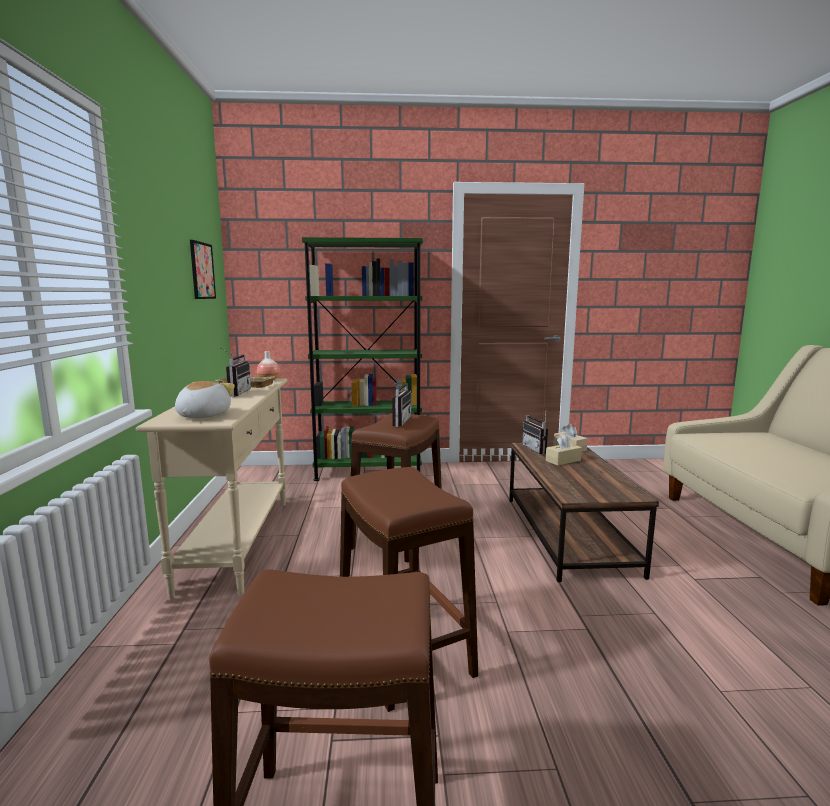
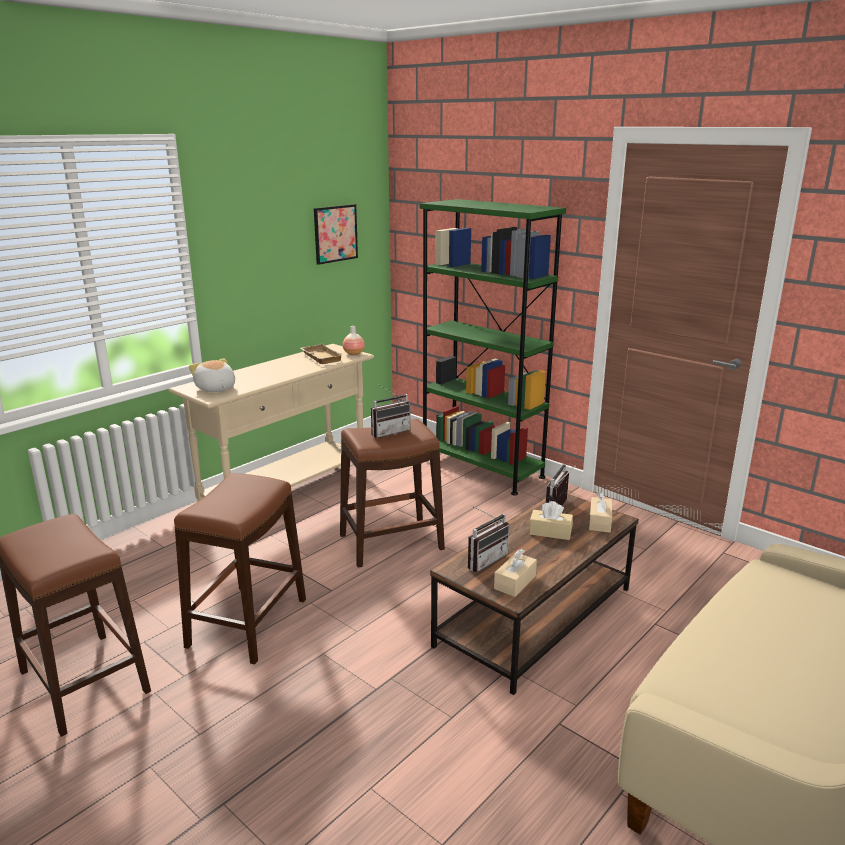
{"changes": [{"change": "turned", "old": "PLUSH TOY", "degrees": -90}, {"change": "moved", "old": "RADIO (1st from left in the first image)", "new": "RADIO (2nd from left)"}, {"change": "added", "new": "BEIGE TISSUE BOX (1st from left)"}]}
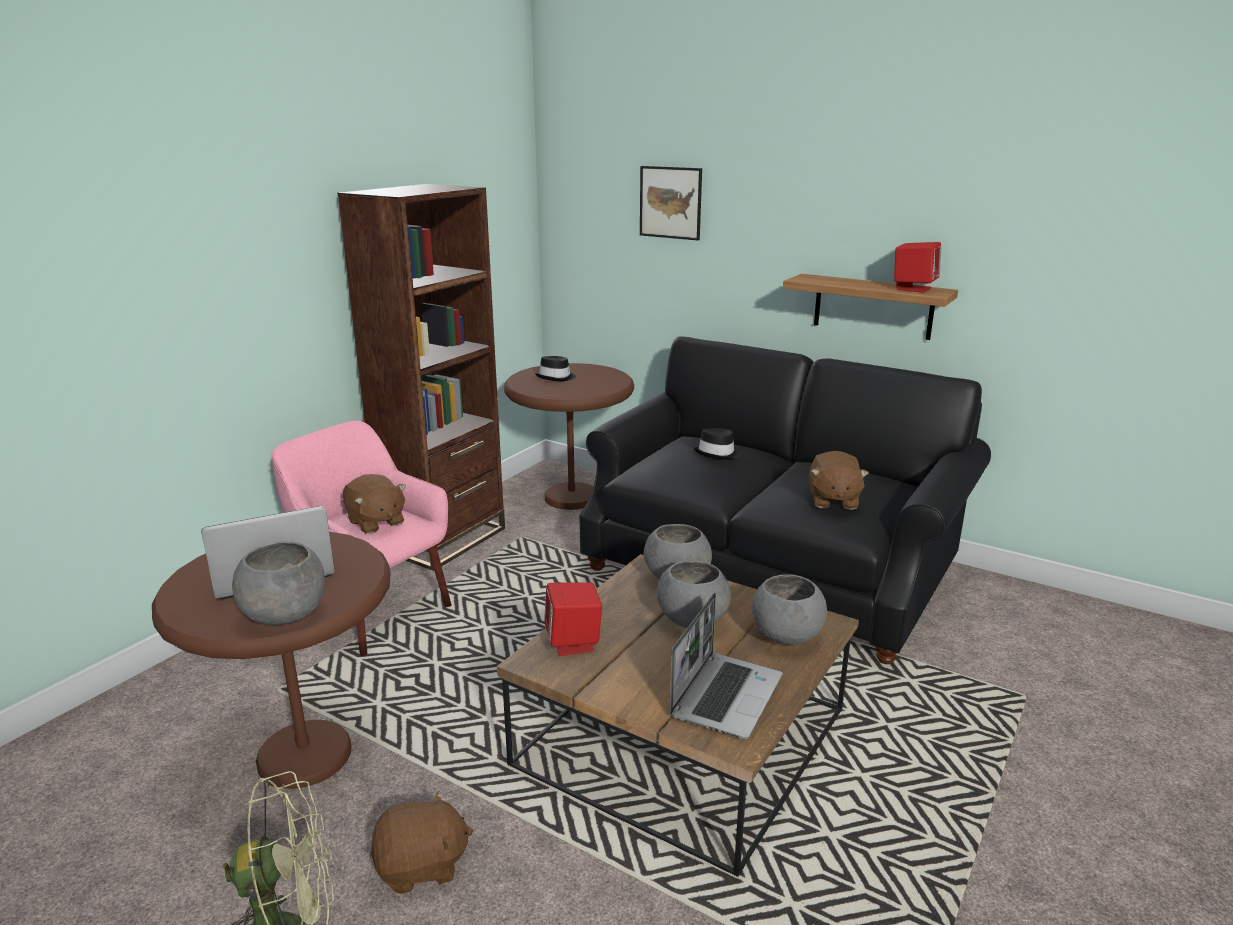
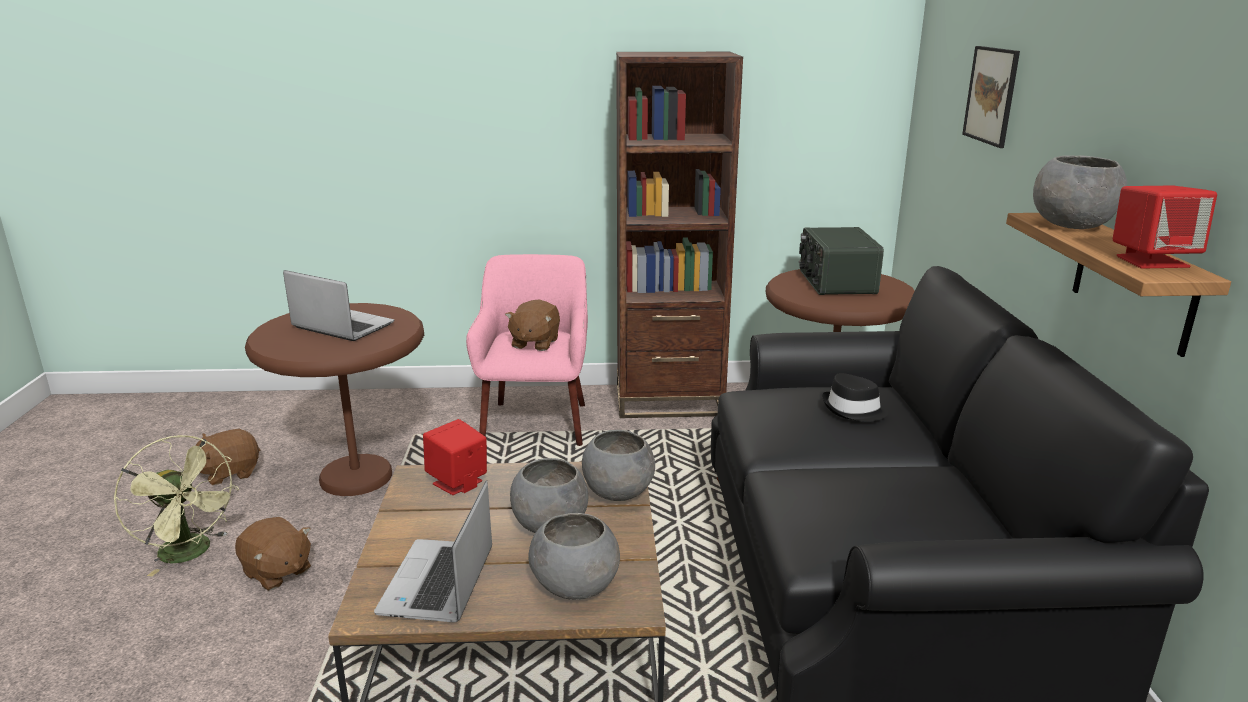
{"changes": [{"change": "moved", "old": "BROWN PLUSH TOY (3rd from left in the first image)", "new": "BROWN PLUSH TOY (1st from left)"}, {"change": "turned", "old": "LAPTOP (2nd from left)", "degrees": 105}, {"change": "replaced", "old": "BLACK HAT (1st from left)", "new": "RADIO"}, {"change": "moved", "old": "GREY BOWL (1st from left in the first image)", "new": "GREY BOWL (4th from left)"}]}
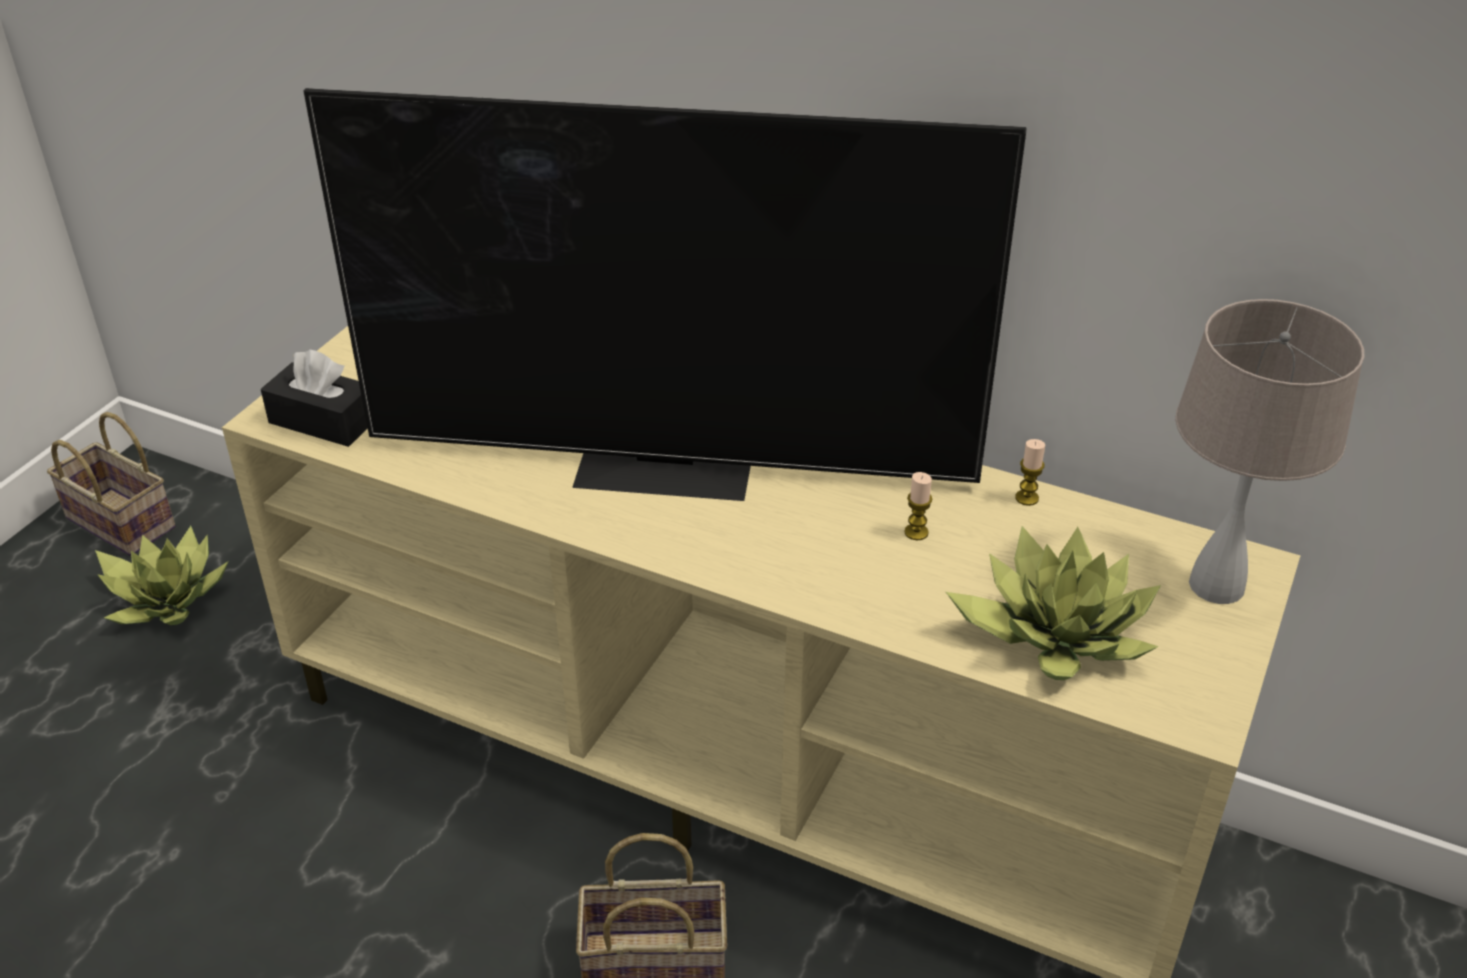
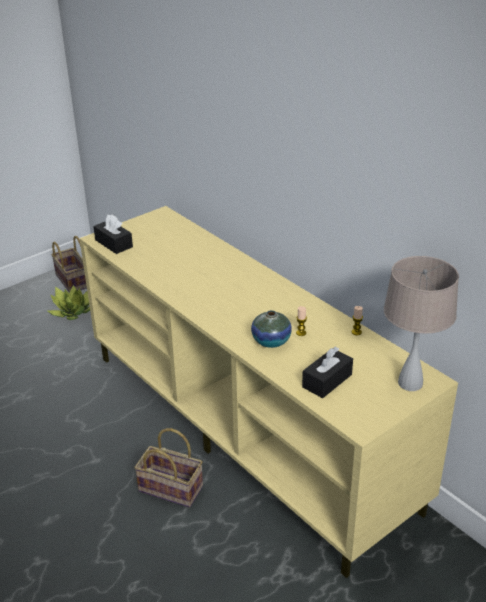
{"changes": [{"change": "added", "new": "VASE"}, {"change": "replaced", "old": "POTTED PLANT (2nd from left)", "new": "BLACK TISSUE BOX (2nd from left)"}, {"change": "removed", "old": "TELEVISION"}]}
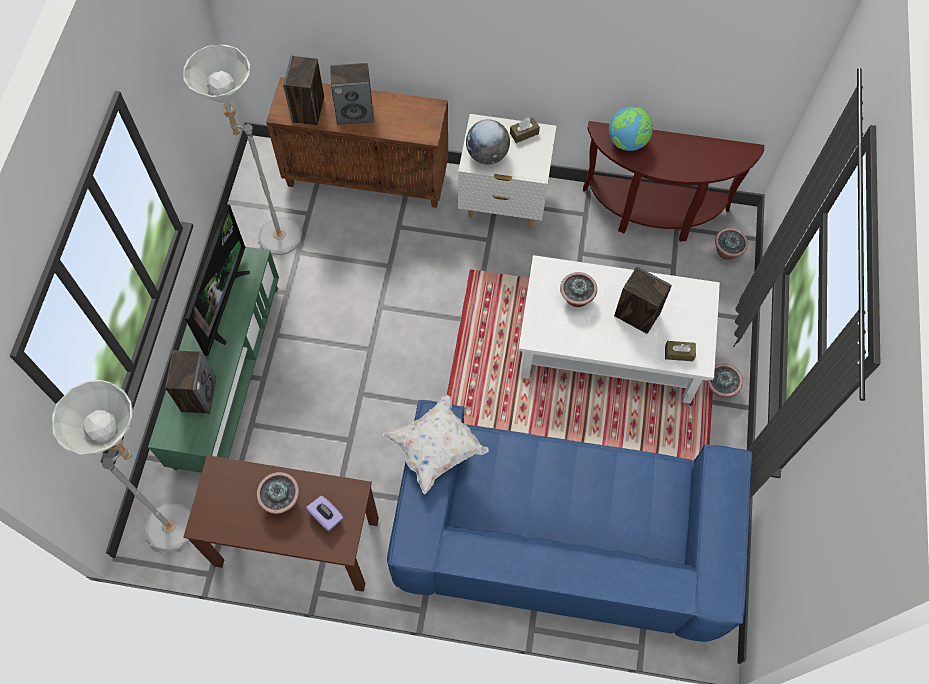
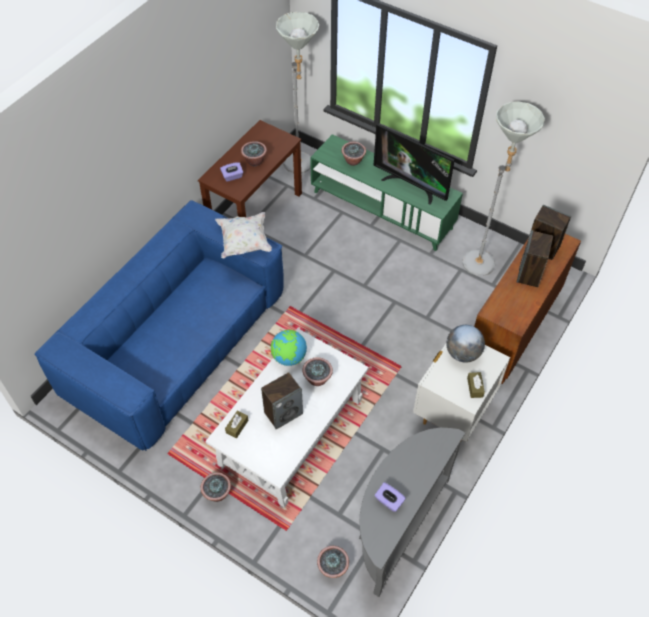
{"changes": [{"change": "moved", "old": "GLOBE (2nd from left in the first image)", "new": "GLOBE (1st from left)"}, {"change": "replaced", "old": "SPEAKER (1st from left)", "new": "POTTED PLANT (5th from left)"}, {"change": "recoloured", "old": "BROWN CONSOLE TABLE", "new": "GREY CONSOLE TABLE"}, {"change": "added", "new": "PURPLE TISSUE BOX (2nd from left)"}]}
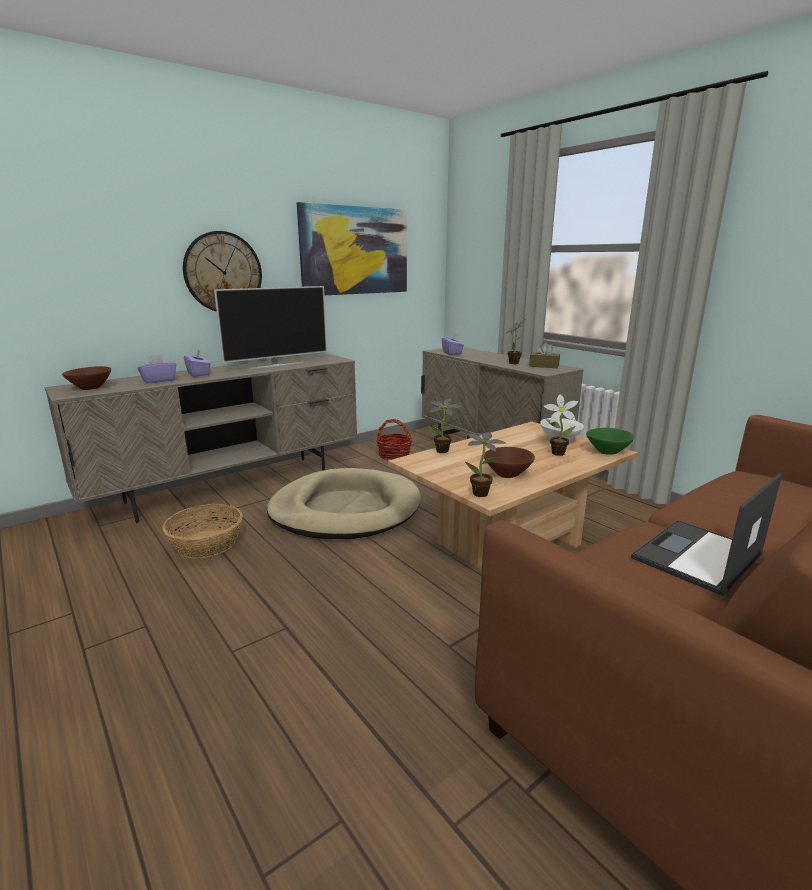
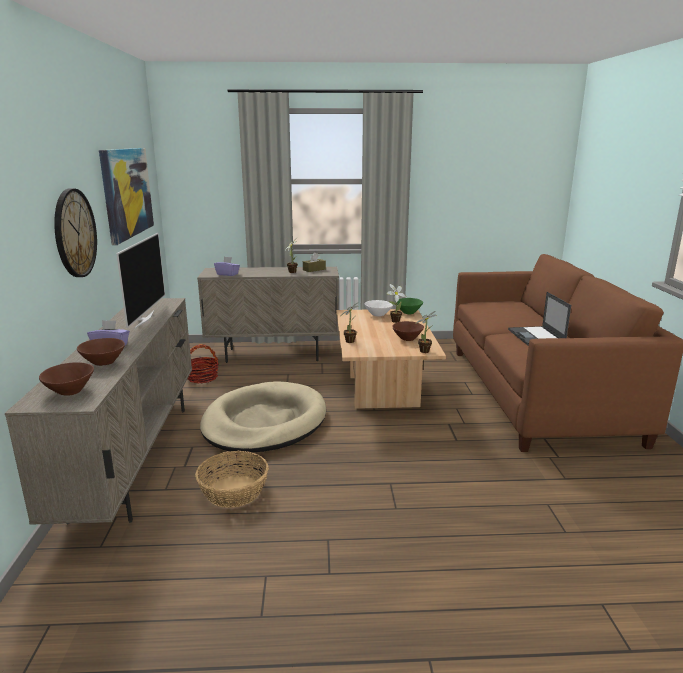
{"changes": [{"change": "replaced", "old": "PURPLE TISSUE BOX (1st from left)", "new": "BROWN BOWL (2nd from left)"}]}
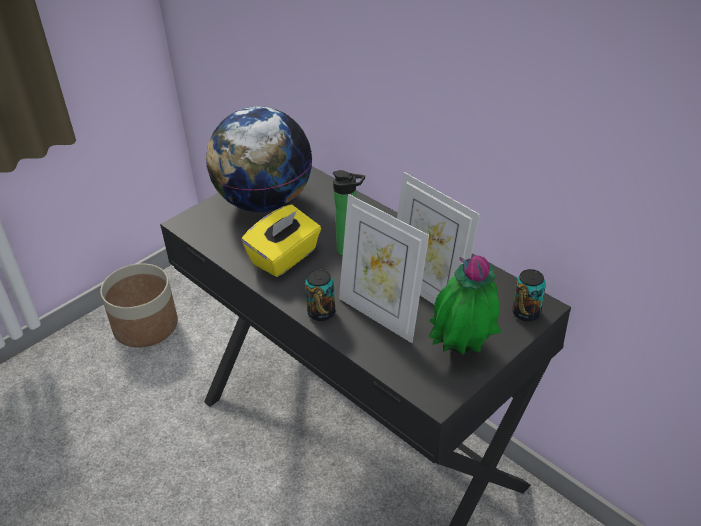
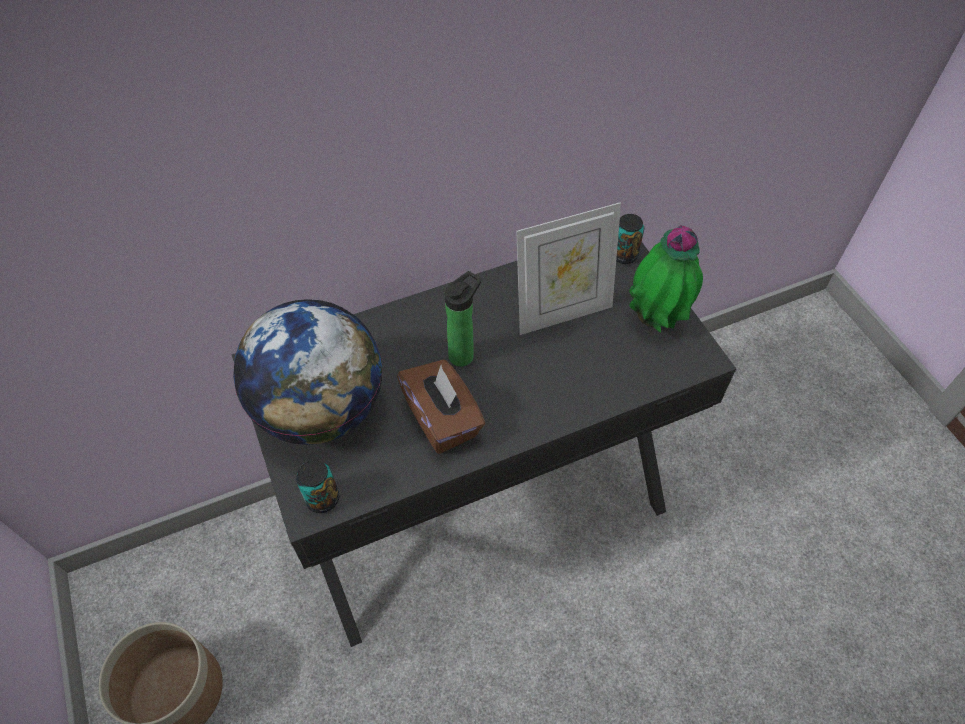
{"changes": [{"change": "moved", "old": "CAN (1st from left)"}, {"change": "recoloured", "old": "YELLOW TISSUE BOX", "new": "BROWN TISSUE BOX"}, {"change": "removed", "old": "PICTURE FRAME (1st from left)"}]}
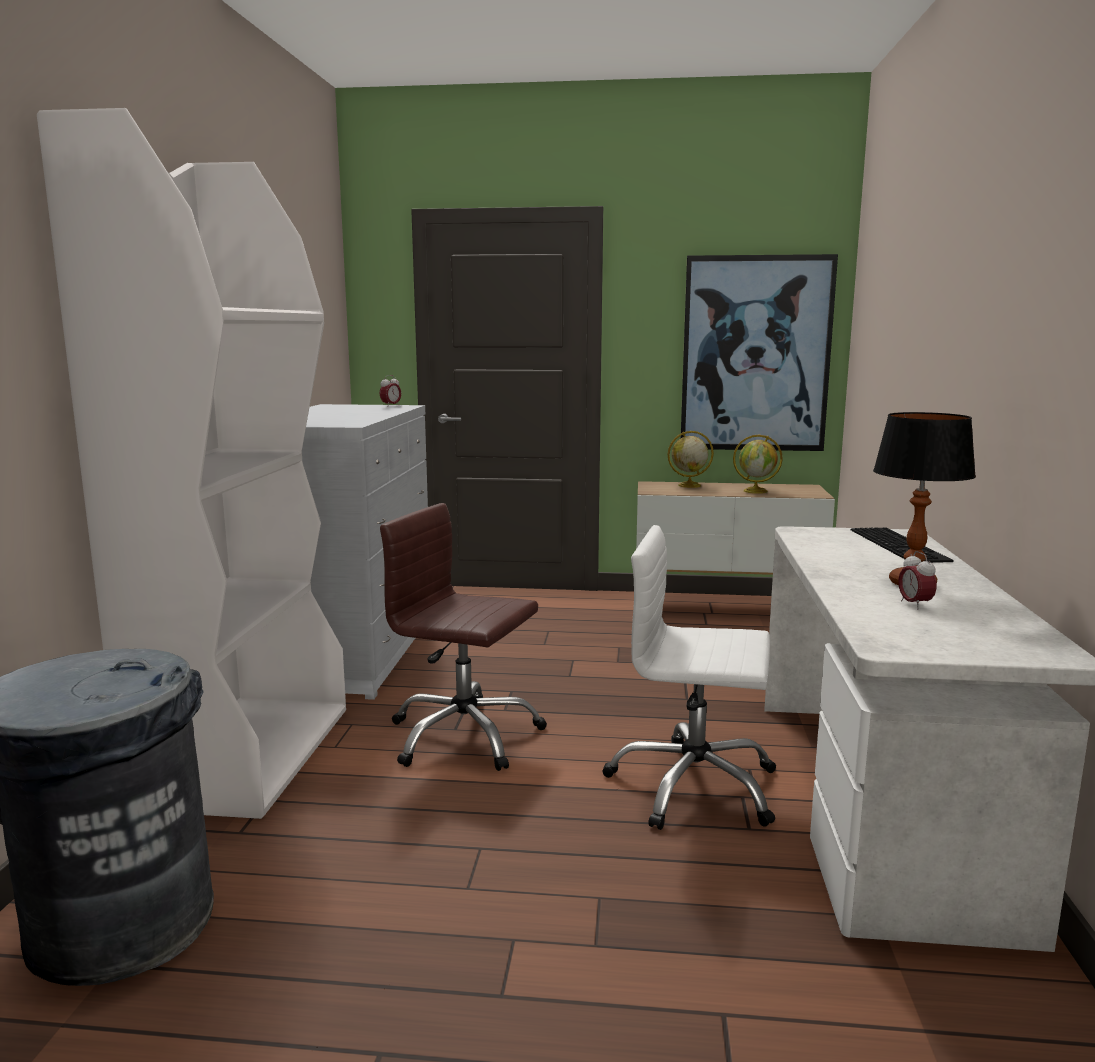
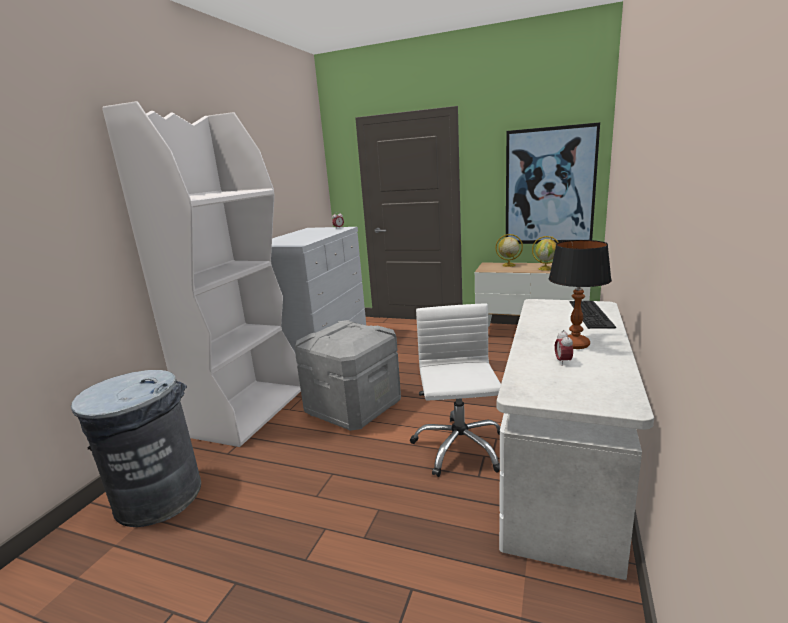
{"changes": [{"change": "replaced", "old": "BROWN OFFICE CHAIR", "new": "GREY STORAGE BOX"}, {"change": "turned", "old": "WHITE OFFICE CHAIR", "degrees": 60}]}
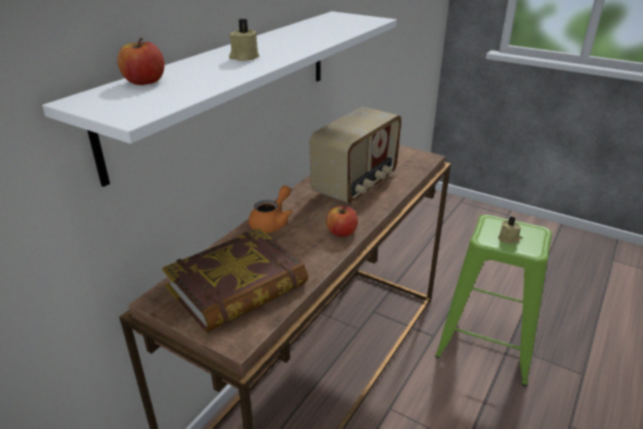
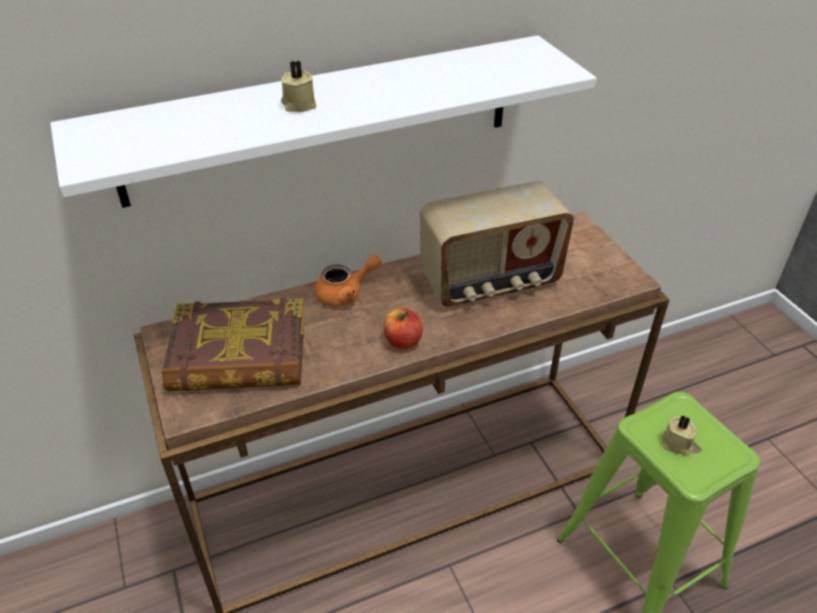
{"changes": [{"change": "removed", "old": "APPLE (1st from left)"}]}
